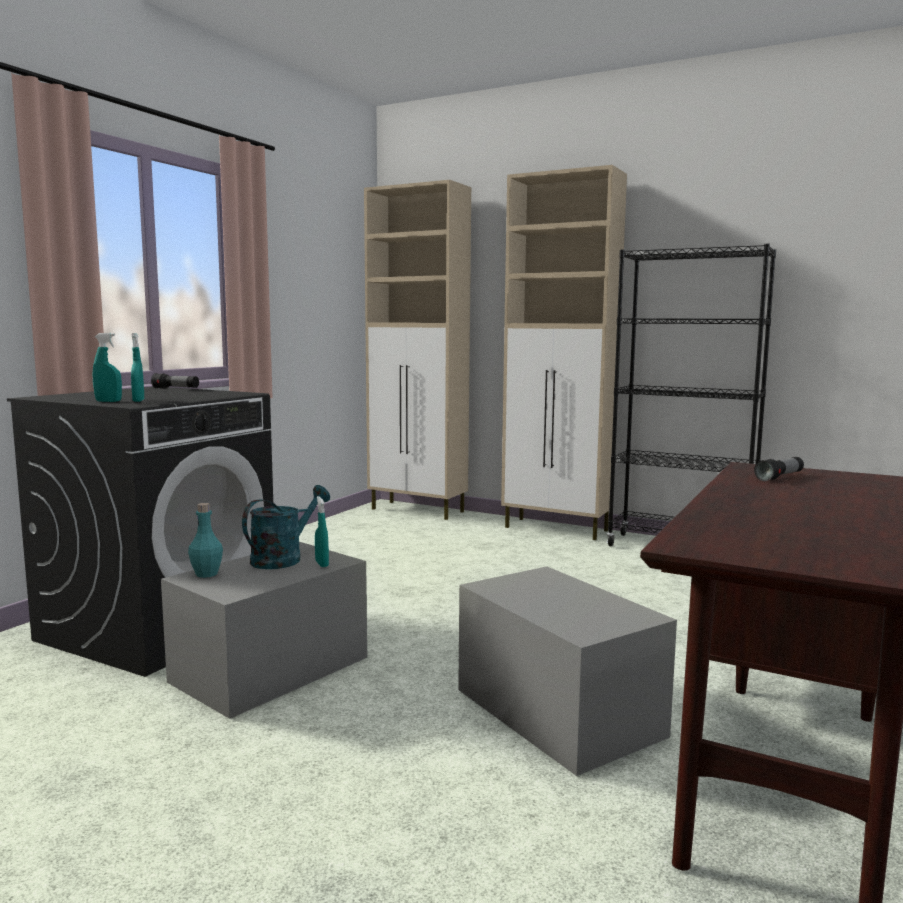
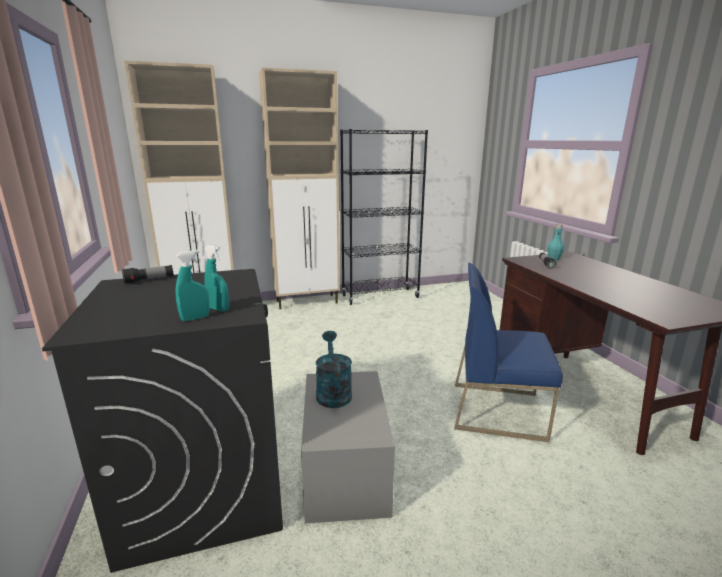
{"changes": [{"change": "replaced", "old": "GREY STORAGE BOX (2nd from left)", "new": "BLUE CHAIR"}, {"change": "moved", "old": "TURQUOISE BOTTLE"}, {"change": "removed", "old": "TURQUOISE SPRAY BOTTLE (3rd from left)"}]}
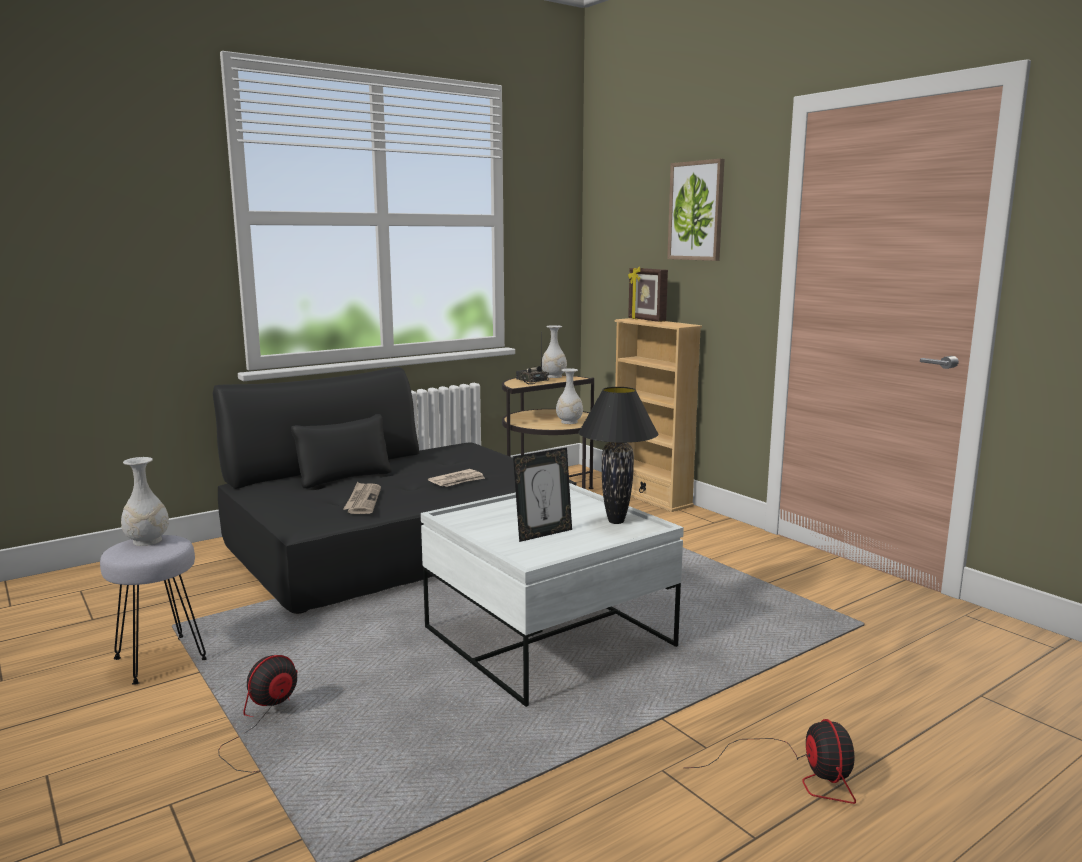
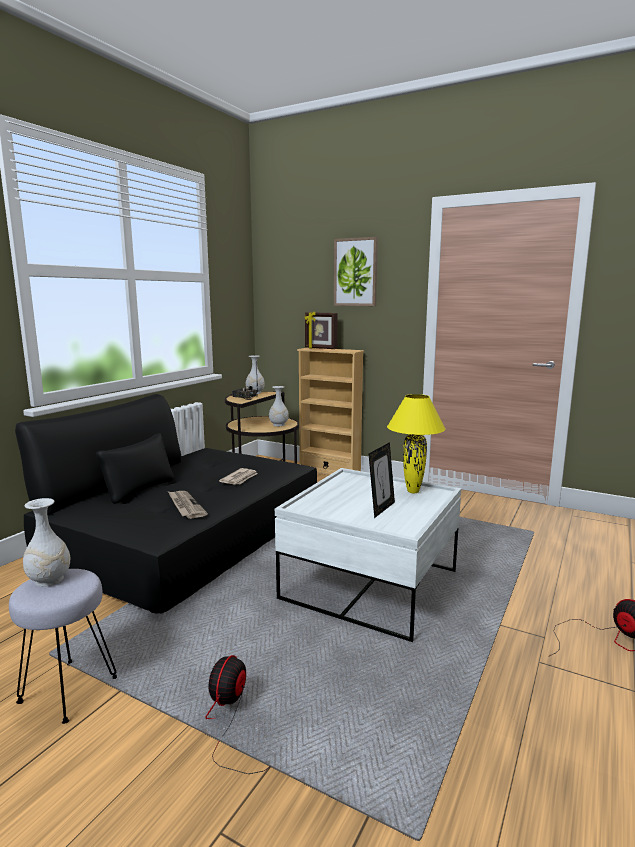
{"changes": [{"change": "recoloured", "old": "BLACK TABLE LAMP", "new": "YELLOW TABLE LAMP"}]}
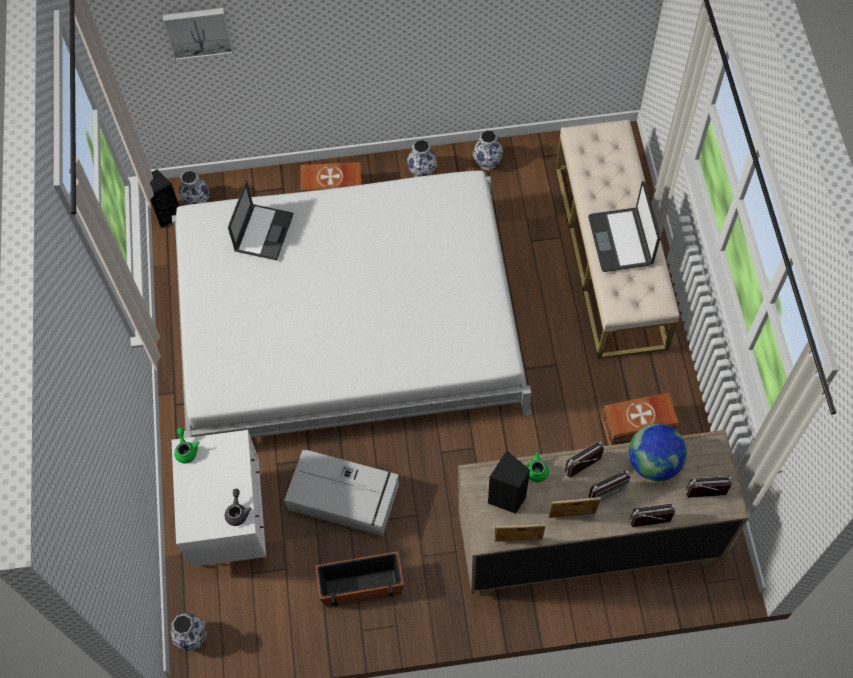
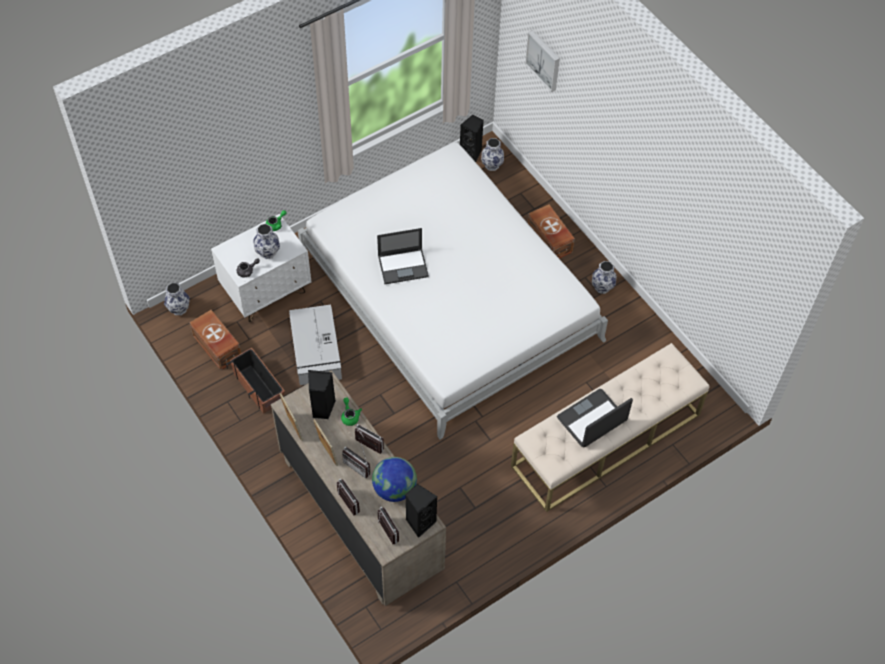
{"changes": [{"change": "moved", "old": "BROWN STORAGE BOX (2nd from left in the first image)", "new": "BROWN STORAGE BOX (1st from left)"}, {"change": "moved", "old": "VASE (4th from left in the first image)", "new": "VASE (2nd from left)"}, {"change": "moved", "old": "LAPTOP (1st from left)"}, {"change": "added", "new": "BLACK SPEAKER (2nd from left)"}]}
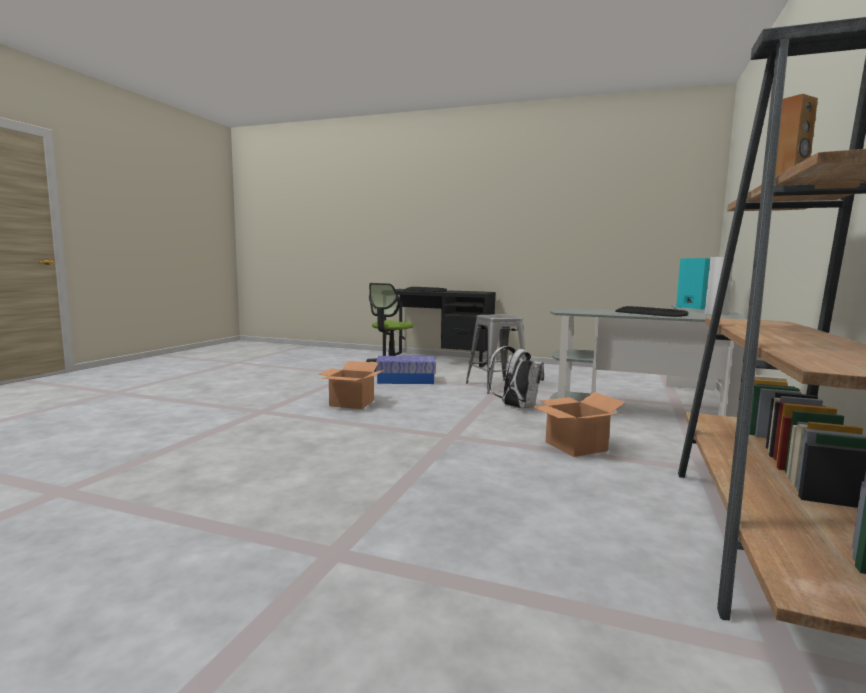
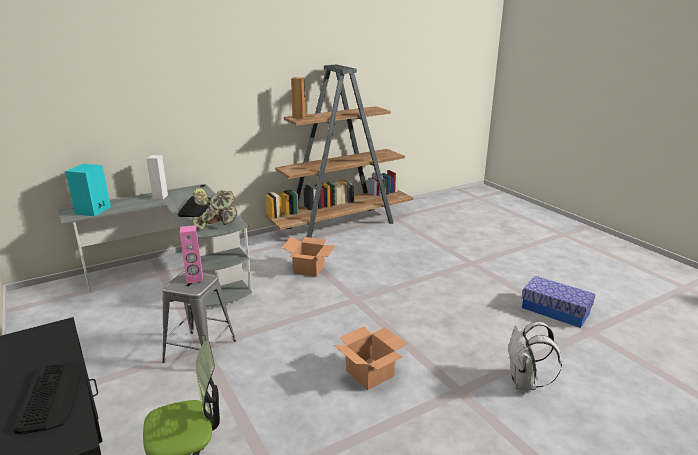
{"changes": [{"change": "added", "new": "PINK SPEAKER"}, {"change": "added", "new": "POTTED PLANT"}, {"change": "moved", "old": "WHITE BACKPACK"}, {"change": "moved", "old": "STORAGE BOX"}]}
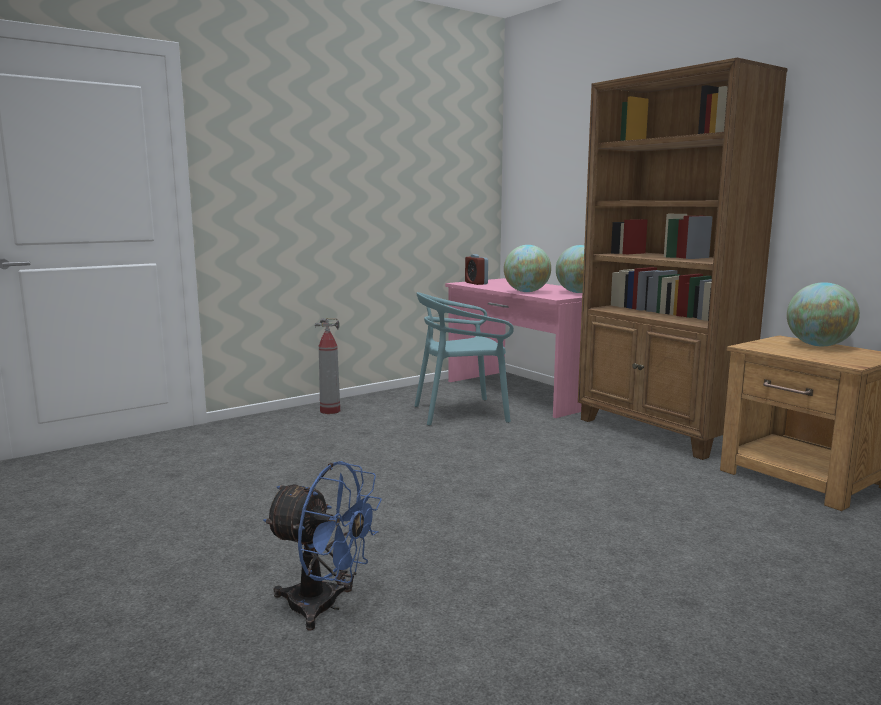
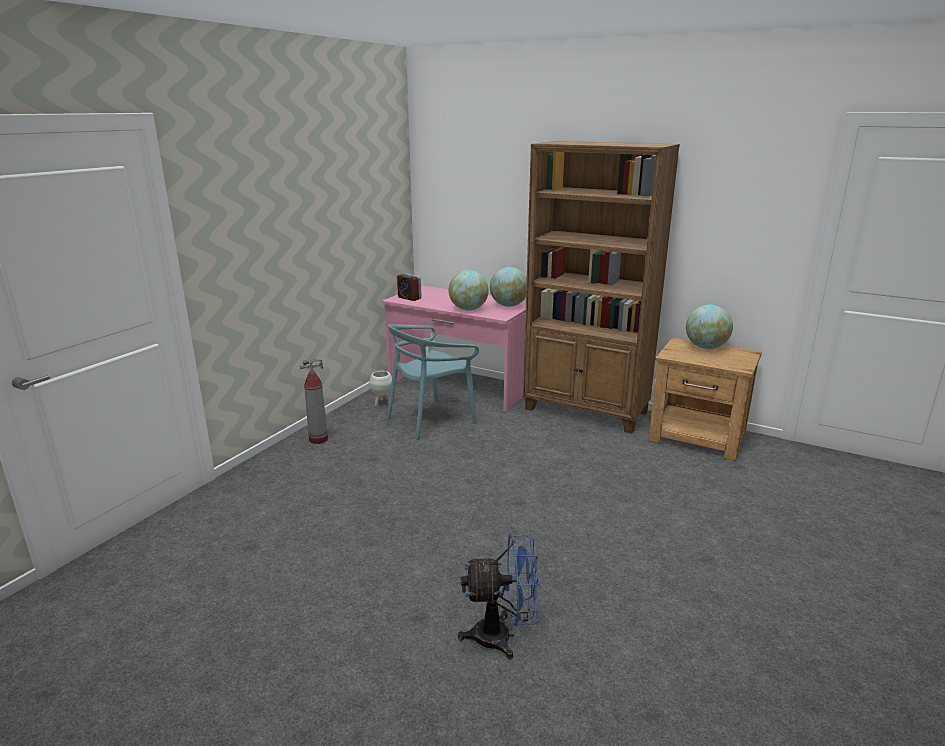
{"changes": [{"change": "added", "new": "WHITE PLANTER"}]}
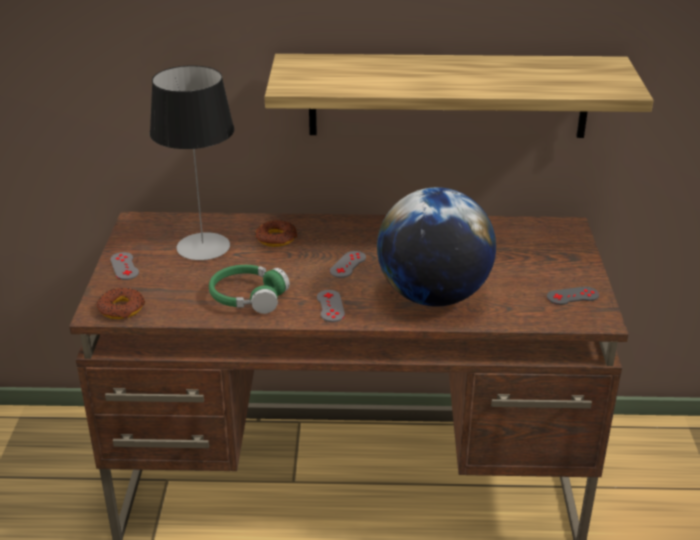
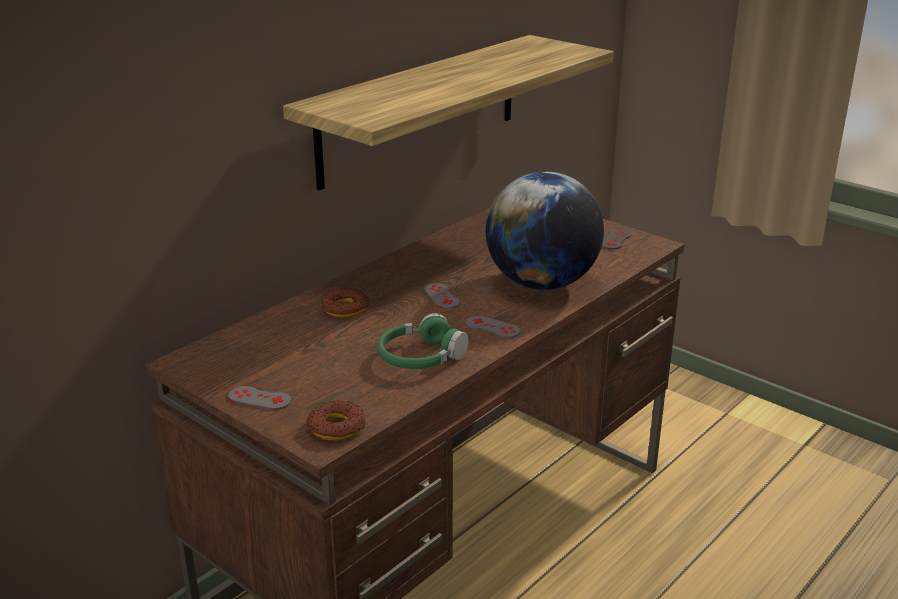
{"changes": [{"change": "removed", "old": "TABLE LAMP"}]}
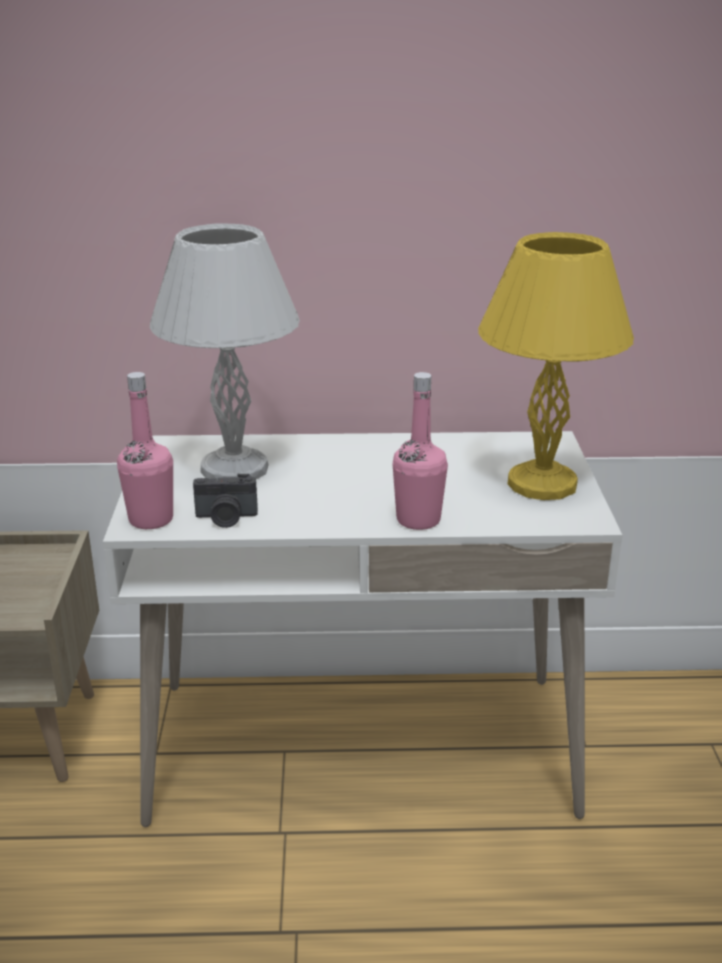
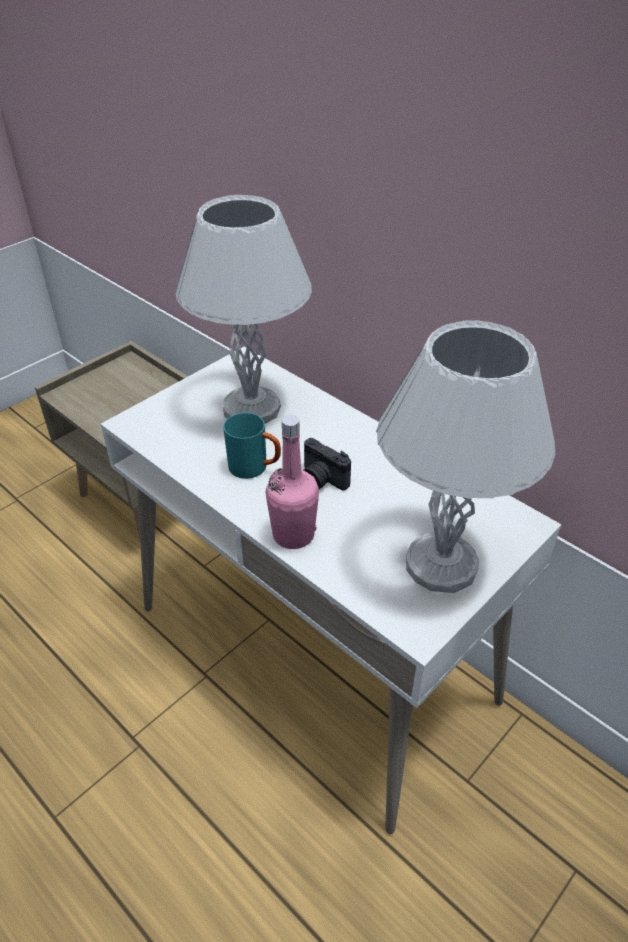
{"changes": [{"change": "added", "new": "TURQUOISE MUG"}, {"change": "moved", "old": "PHOTO CAMERA"}, {"change": "recoloured", "old": "YELLOW TABLE LAMP", "new": "WHITE TABLE LAMP (2nd from left)"}, {"change": "removed", "old": "PINK BOTTLE (1st from left)"}]}
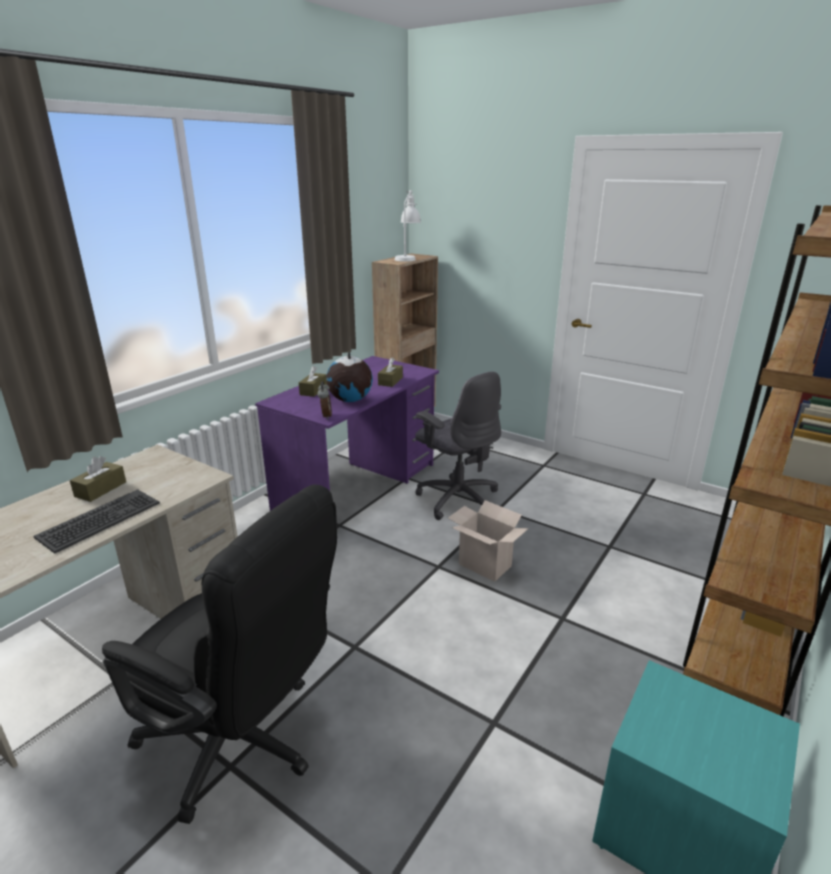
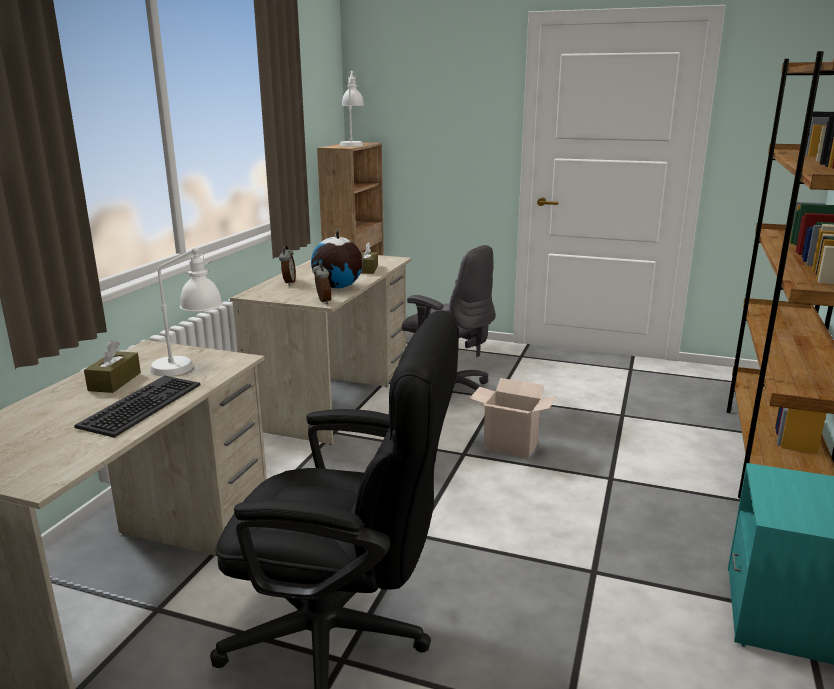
{"changes": [{"change": "added", "new": "WHITE TABLE LAMP (1st from left)"}, {"change": "recoloured", "old": "PURPLE DESK", "new": "BEIGE DESK (2nd from left)"}, {"change": "replaced", "old": "BROWN TISSUE BOX (2nd from left)", "new": "ALARM CLOCK (1st from left)"}]}
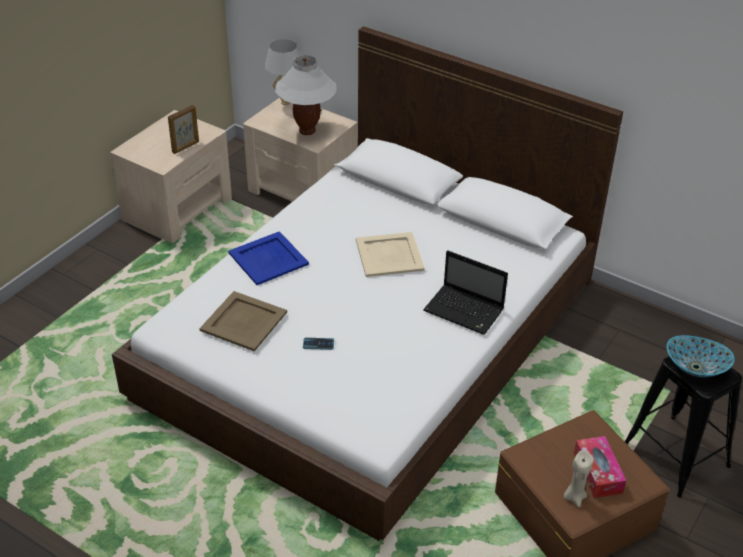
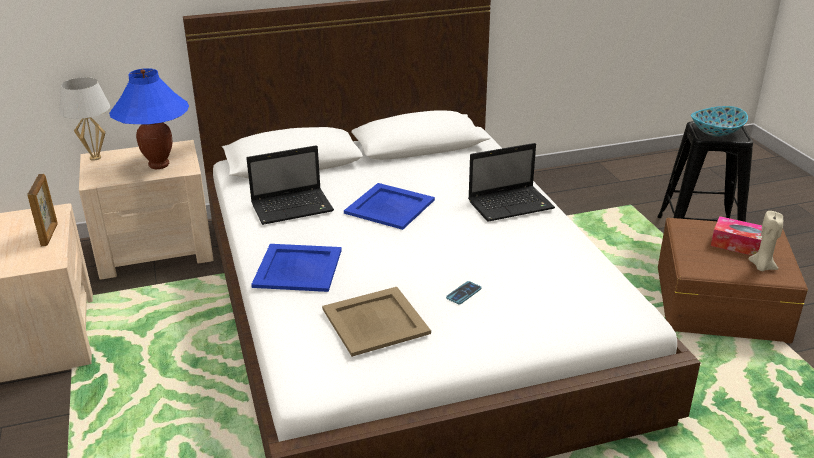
{"changes": [{"change": "recoloured", "old": "WHITE TABLE LAMP (2nd from left)", "new": "BLUE TABLE LAMP"}, {"change": "added", "new": "LAPTOP (1st from left)"}, {"change": "recoloured", "old": "BEIGE TRAY (2nd from left)", "new": "BLUE TRAY (2nd from left)"}]}
